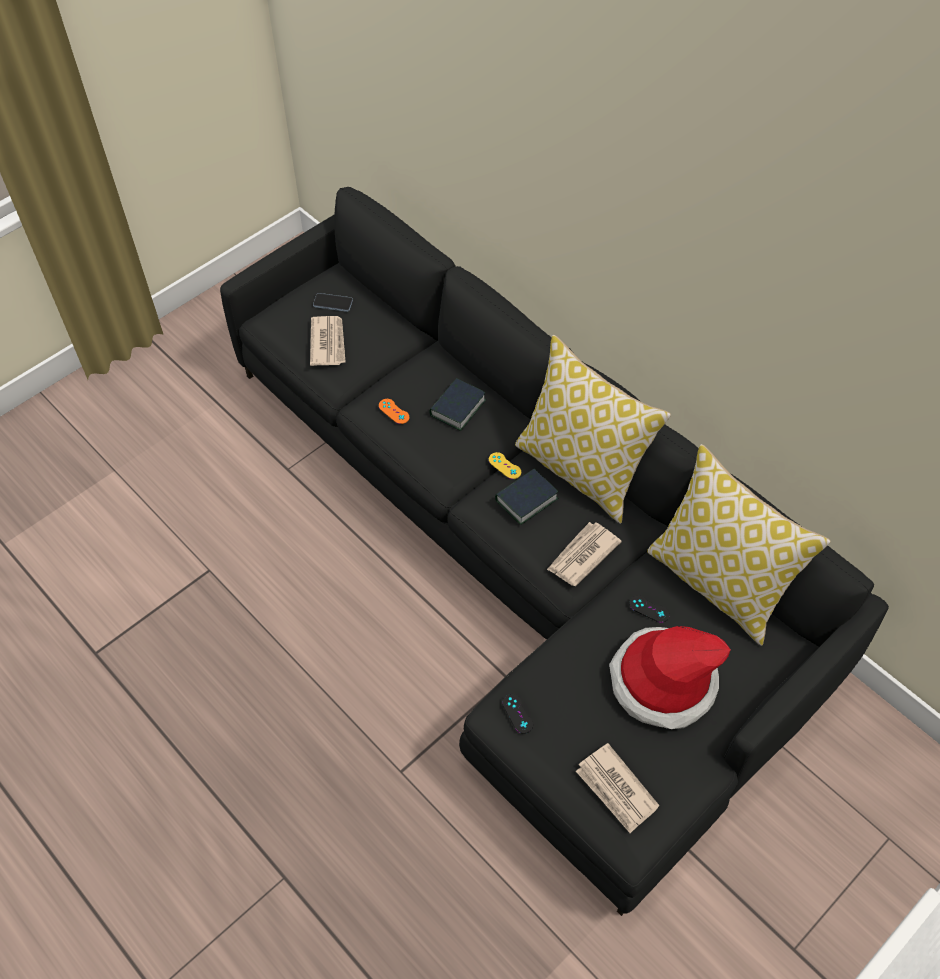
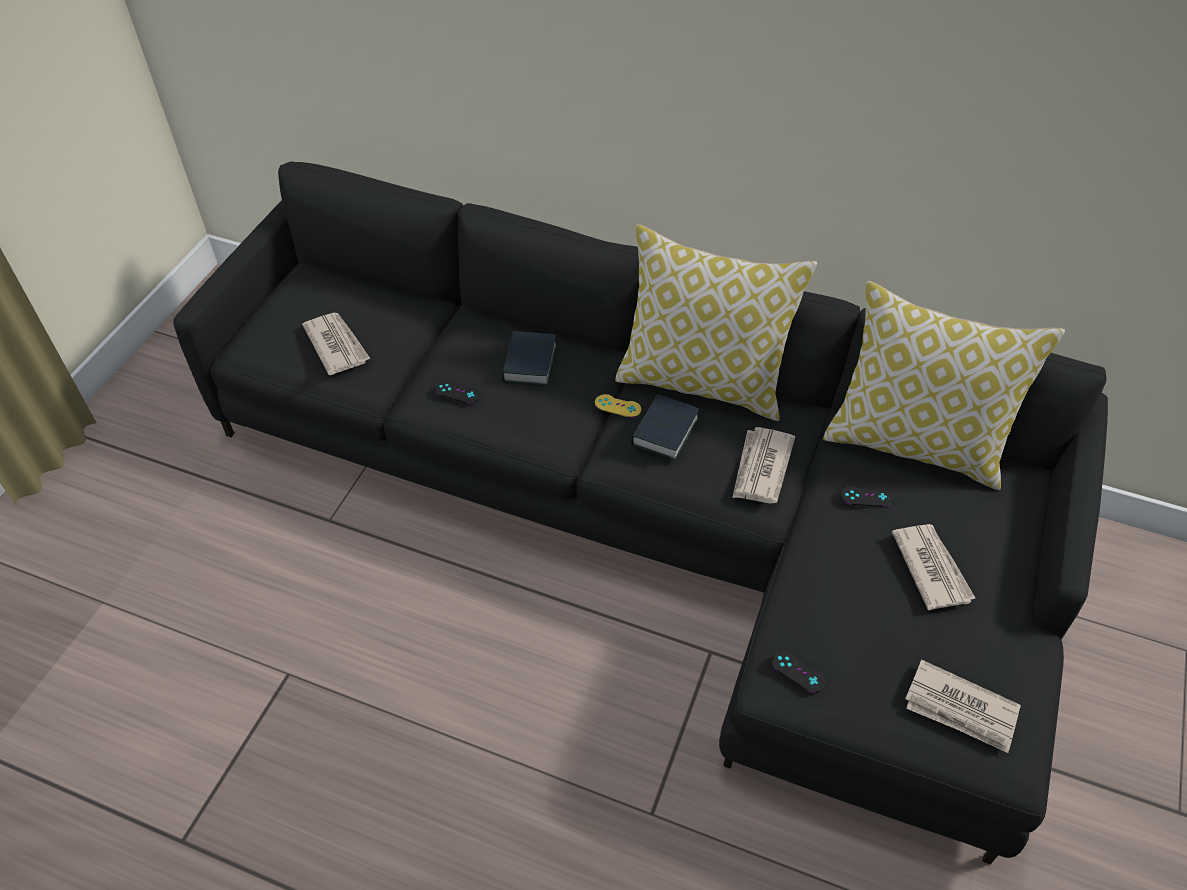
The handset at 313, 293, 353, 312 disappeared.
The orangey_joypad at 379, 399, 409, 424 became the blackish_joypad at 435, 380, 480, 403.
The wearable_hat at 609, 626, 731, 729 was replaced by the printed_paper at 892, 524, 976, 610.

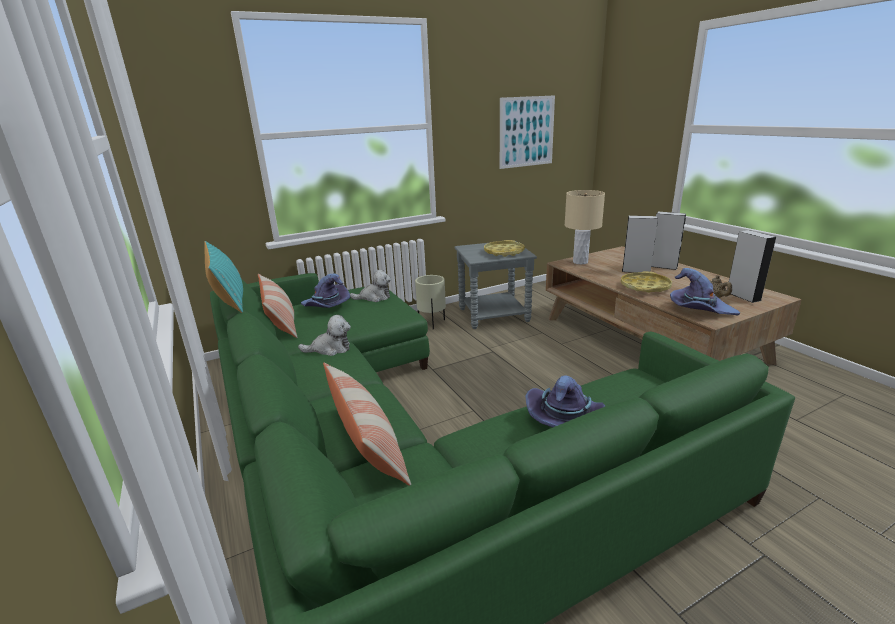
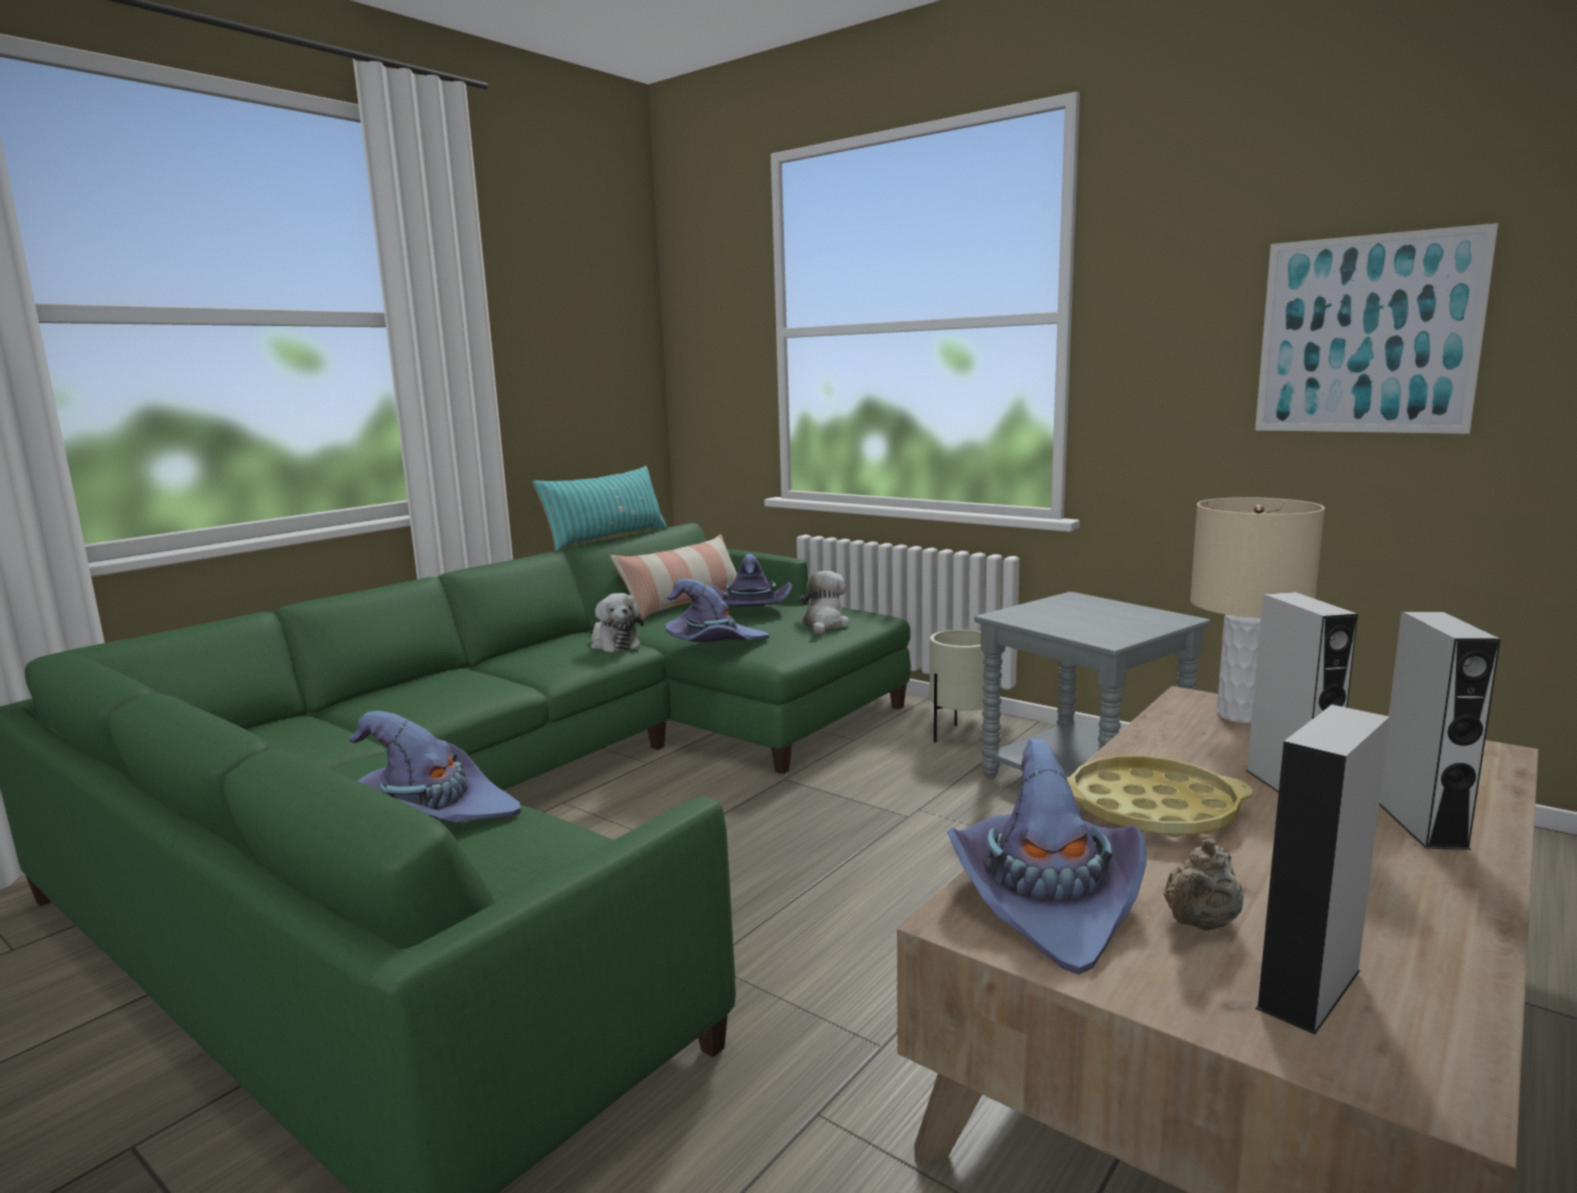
The yellow_tray at 484, 240, 525, 257 disappeared.
The soft_toy at 350, 270, 391, 302 turned 135 degrees counterclockwise.
The pillow at 323, 363, 411, 486 disappeared.
The purplish_wearable_hat at 666, 579, 769, 642 appeared.

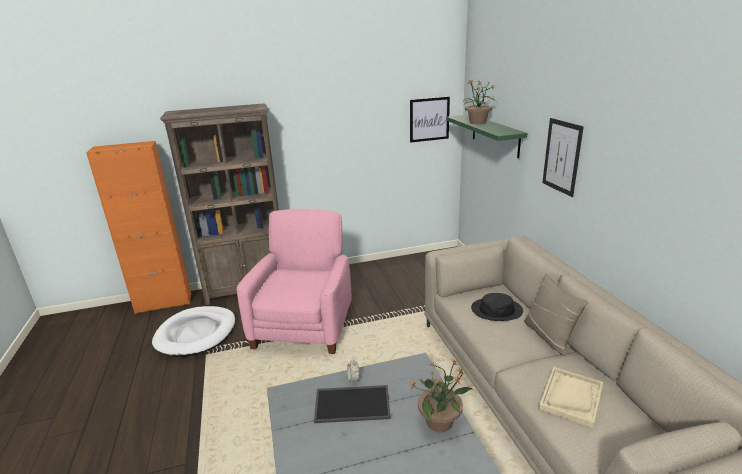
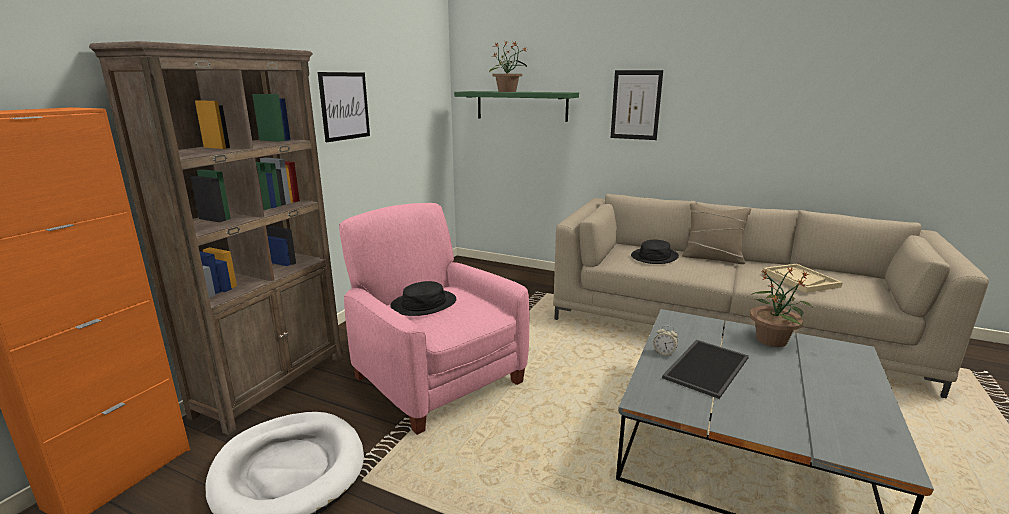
The picture moved from 410, 97, 450, 143 to 318, 72, 370, 142.
The blackish_wearable_hat at 390, 281, 456, 316 appeared.

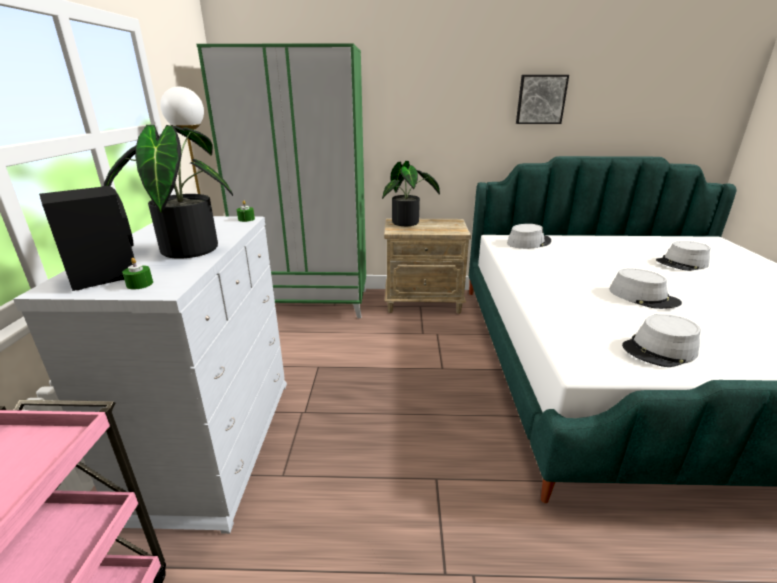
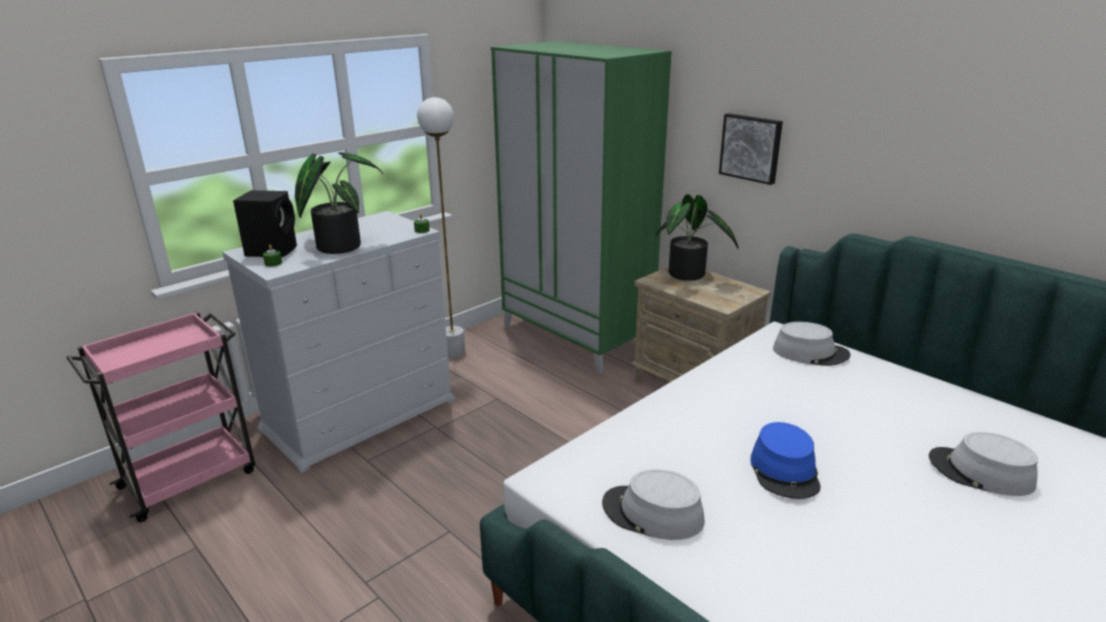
The picture moved from 516, 75, 569, 124 to 719, 113, 783, 185.
The grey_wearable_hat at 609, 268, 682, 309 became the bluish_wearable_hat at 750, 422, 821, 499.

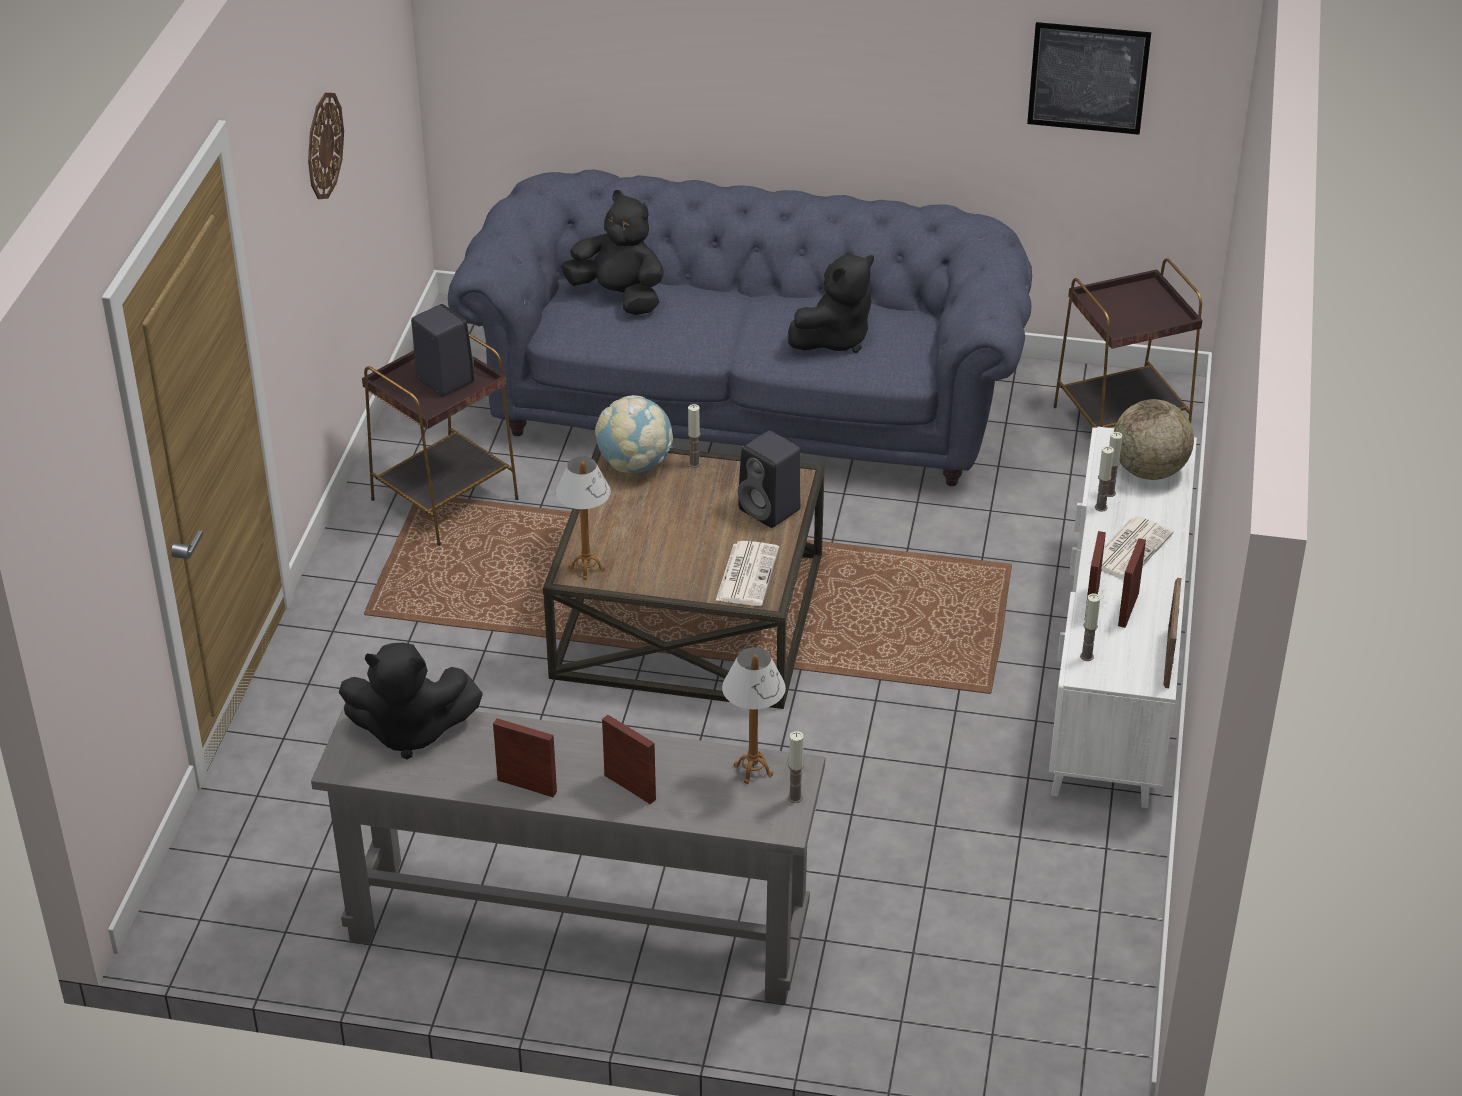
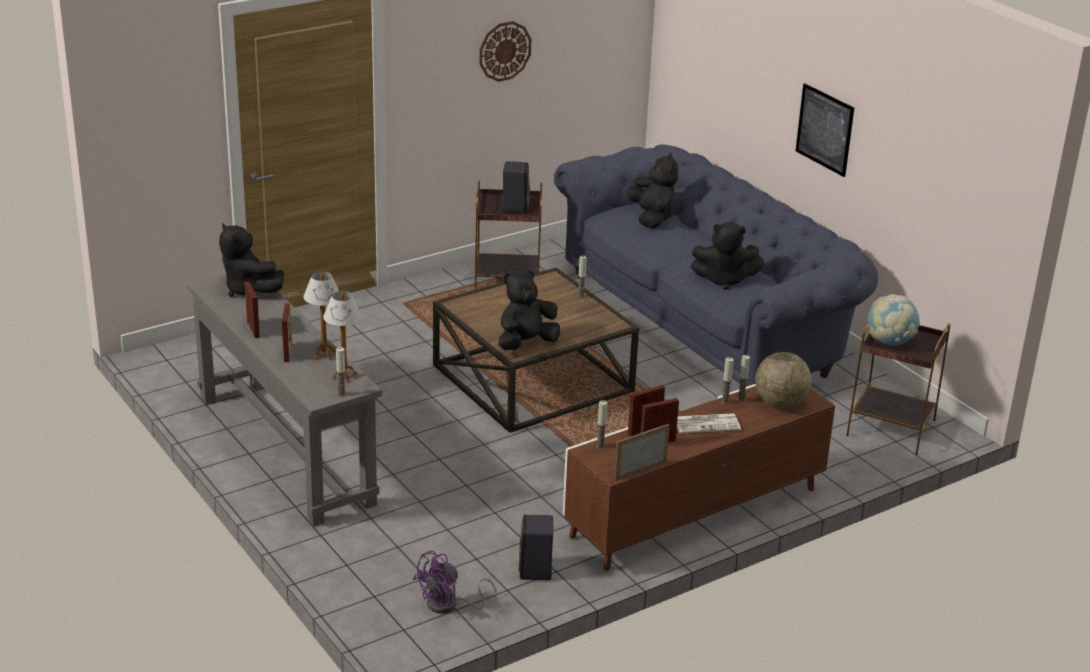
The picture moved from 1027, 22, 1151, 135 to 796, 83, 854, 177.
The globe moved from 595, 395, 673, 473 to 868, 294, 920, 346.
The white_tv_unit at 1049, 427, 1197, 808 became the brownish_tv_unit at 563, 384, 835, 571.
The blackish_loudspeaker moved from 738, 431, 800, 528 to 519, 515, 553, 580.
The tabletop_lamp moved from 556, 456, 611, 580 to 303, 271, 339, 360.
The printed_paper at 716, 541, 779, 606 was replaced by the blackish_soft_toy at 498, 270, 560, 350.
The purplish_cooling_fan at 413, 551, 497, 614 appeared.

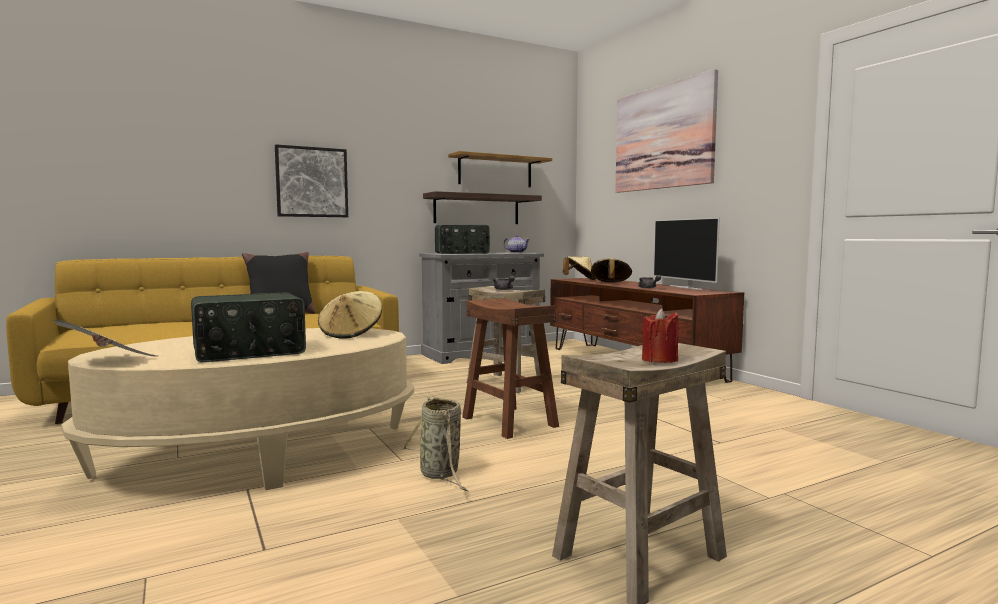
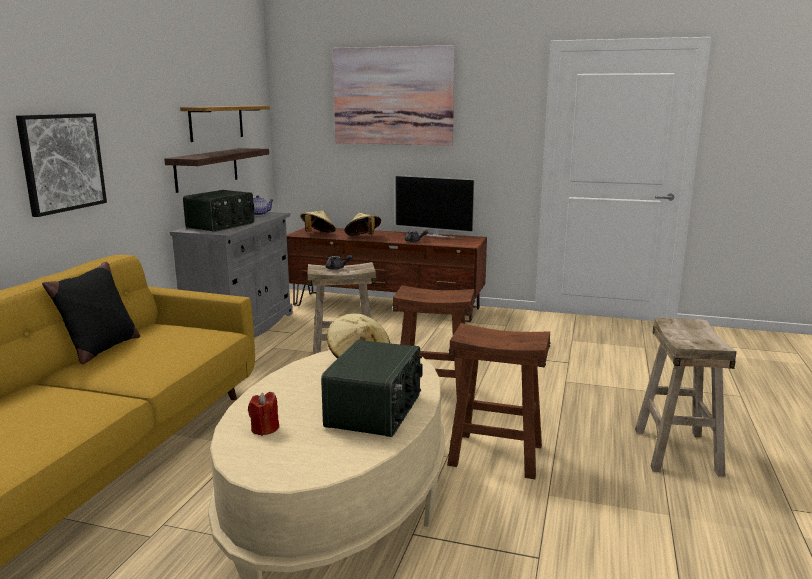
The red_candle moved from 642, 309, 679, 363 to 248, 392, 279, 436.
The printed_paper at 51, 319, 158, 356 disappeared.
The household_basket at 401, 396, 469, 492 was replaced by the brownish_stool at 447, 323, 551, 479.

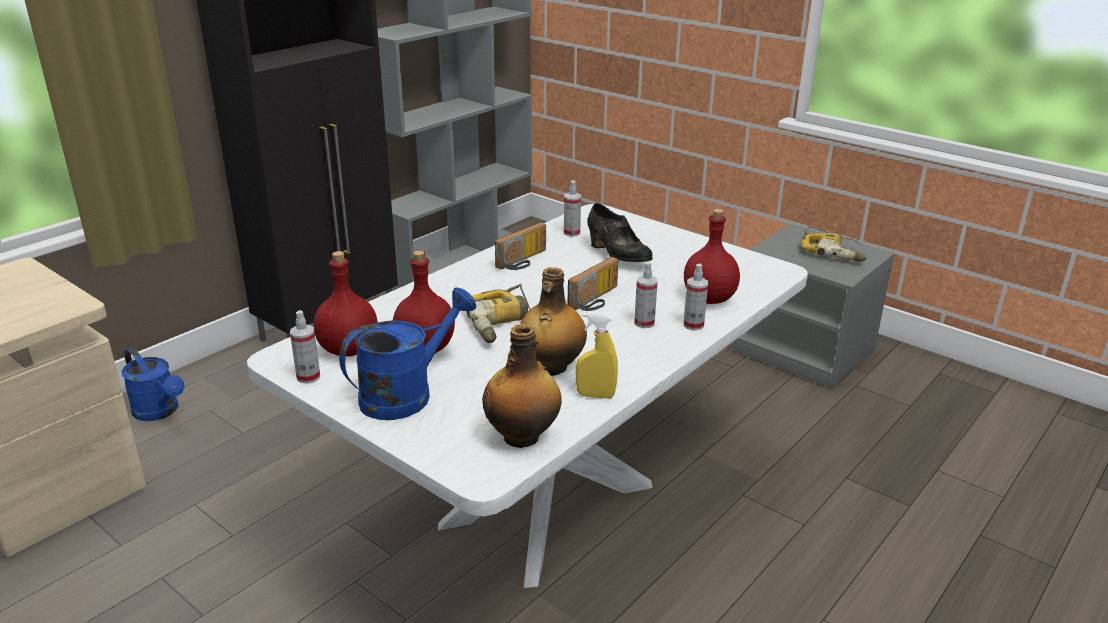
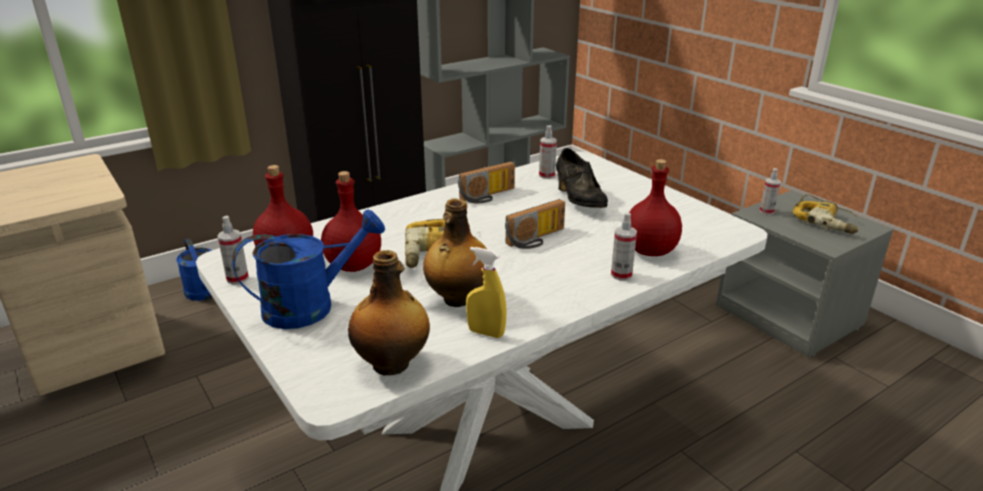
The sprayer moved from 634, 262, 658, 328 to 760, 168, 781, 215.

